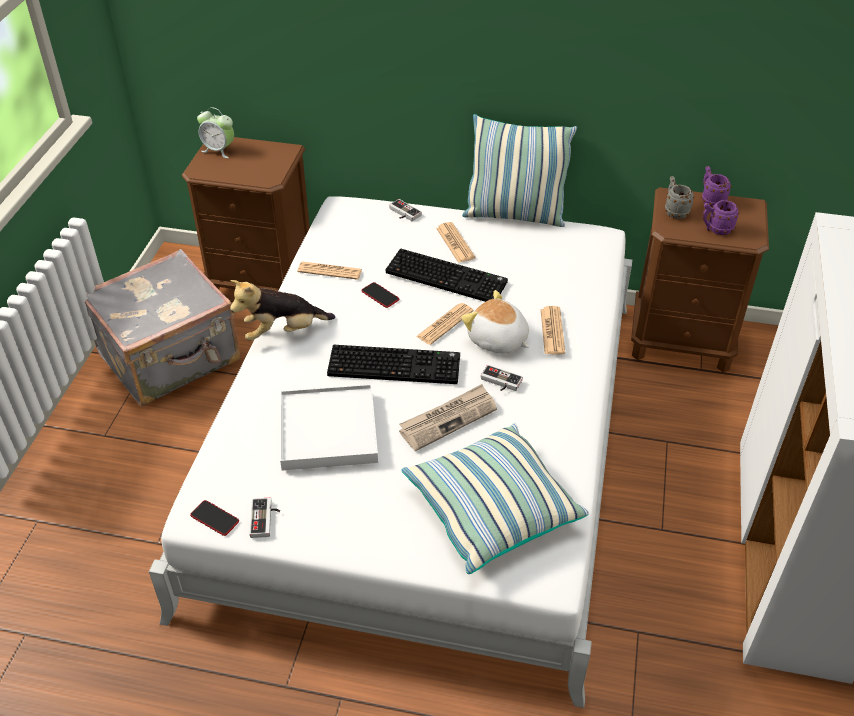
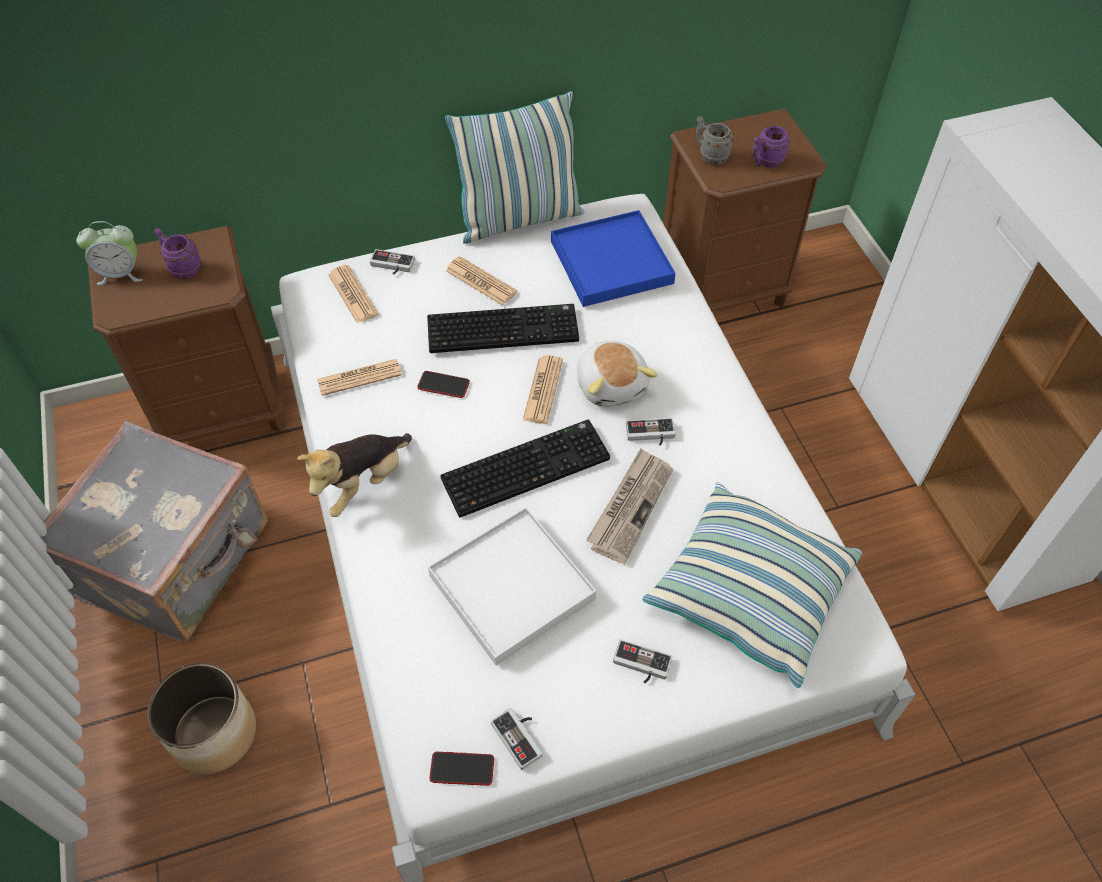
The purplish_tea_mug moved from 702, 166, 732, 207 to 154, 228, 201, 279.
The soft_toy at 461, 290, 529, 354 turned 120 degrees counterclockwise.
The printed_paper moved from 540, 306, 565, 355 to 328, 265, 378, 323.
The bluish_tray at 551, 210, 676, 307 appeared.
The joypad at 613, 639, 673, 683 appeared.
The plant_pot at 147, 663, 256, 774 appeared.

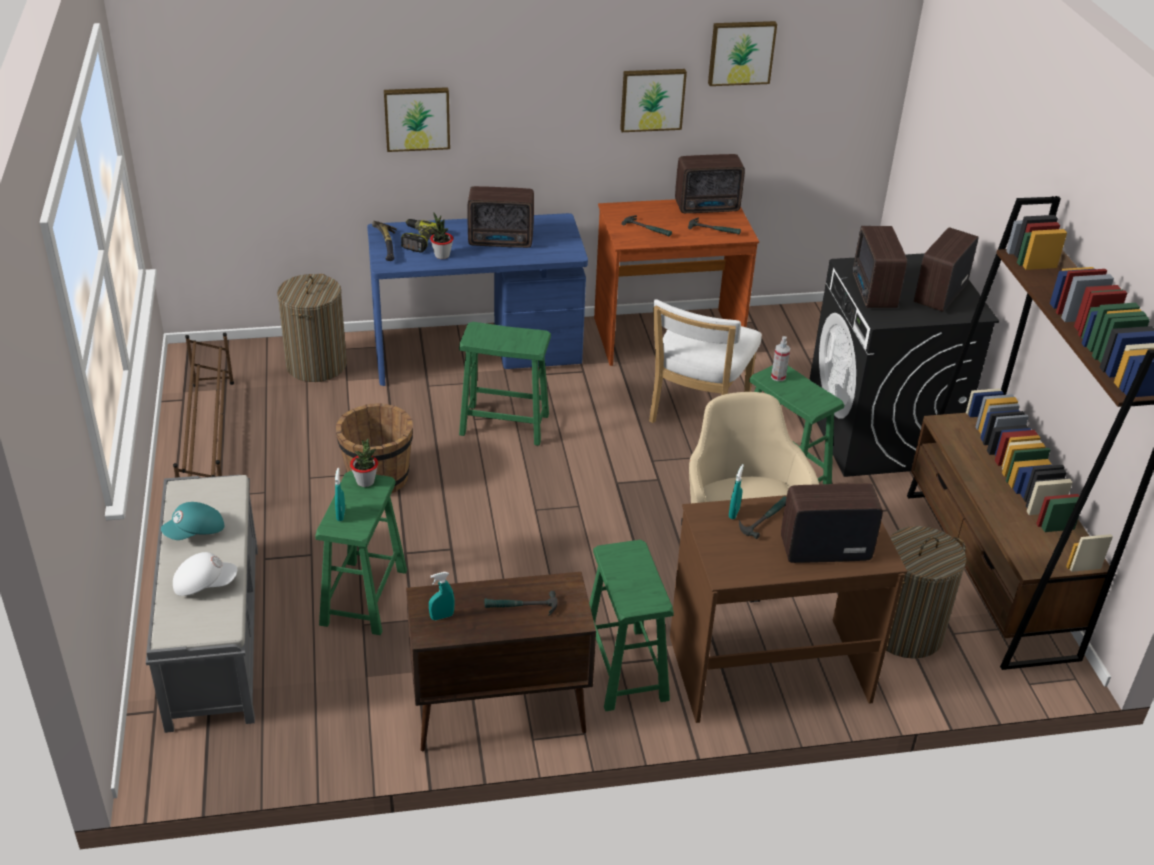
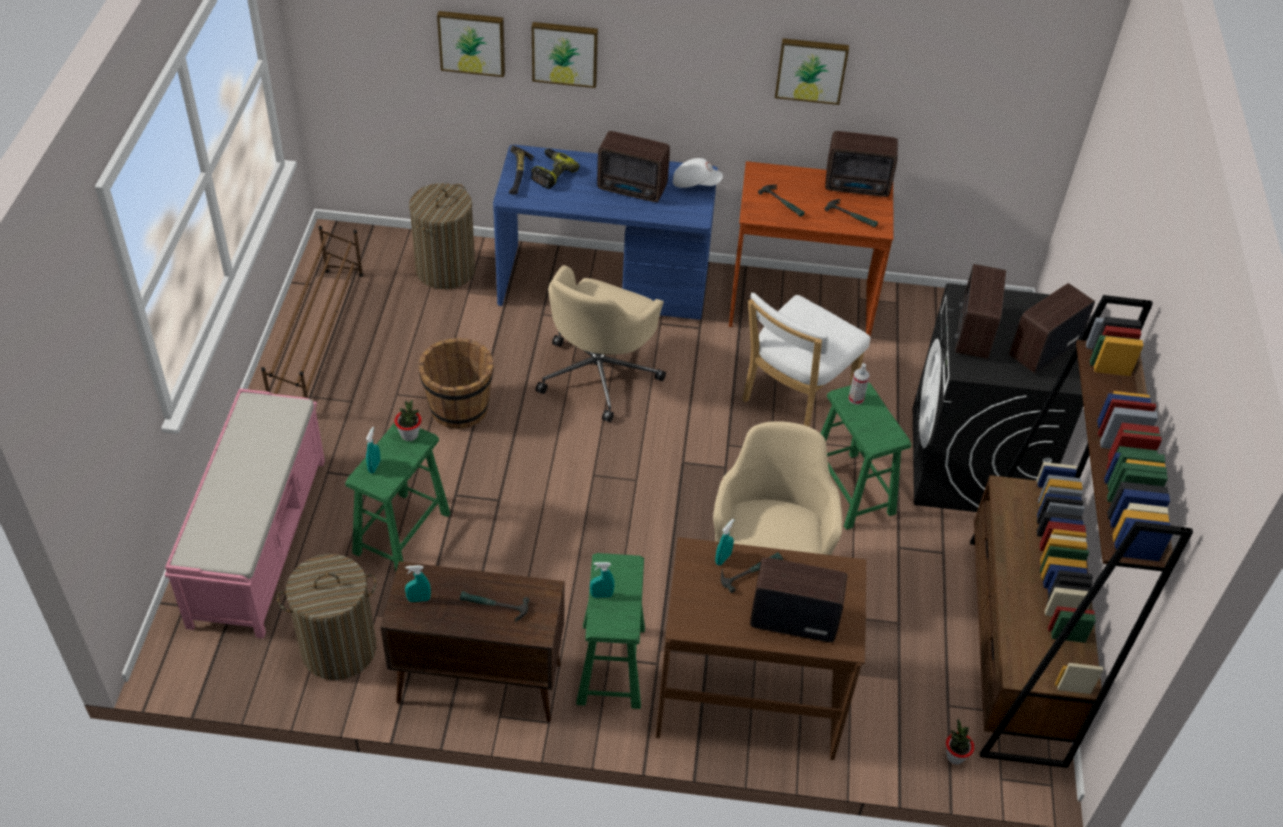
The picture moved from 708, 21, 777, 86 to 437, 11, 505, 77.
The houseplant moved from 430, 213, 453, 259 to 946, 719, 974, 765.
The green-coloured_stool at 459, 322, 551, 446 was replaced by the sand-coloured_office_chair at 536, 265, 666, 422.
The grey_indoor_bench at 146, 475, 258, 733 became the pink-coloured_indoor_bench at 165, 388, 325, 639.
The turquoise_cap at 161, 502, 224, 540 disappeared.
The hamper moved from 886, 526, 966, 659 to 277, 554, 377, 680.
The white_cap moved from 173, 552, 237, 596 to 673, 158, 723, 188.
The turquoise_sprayer at 590, 562, 615, 598 appeared.

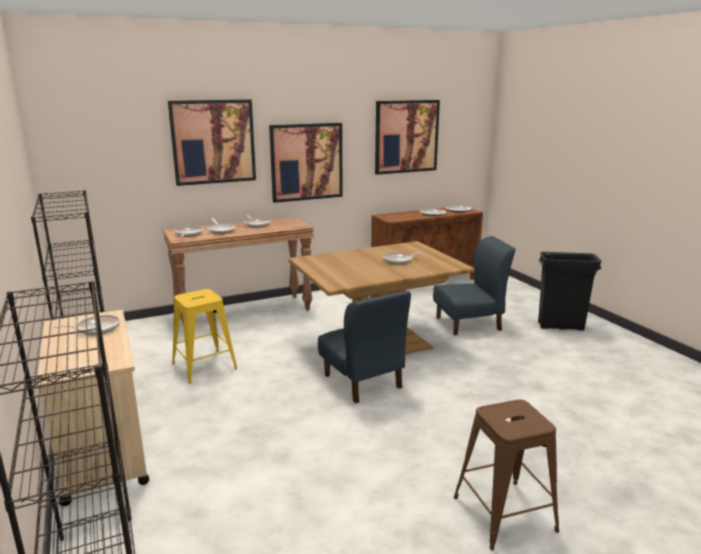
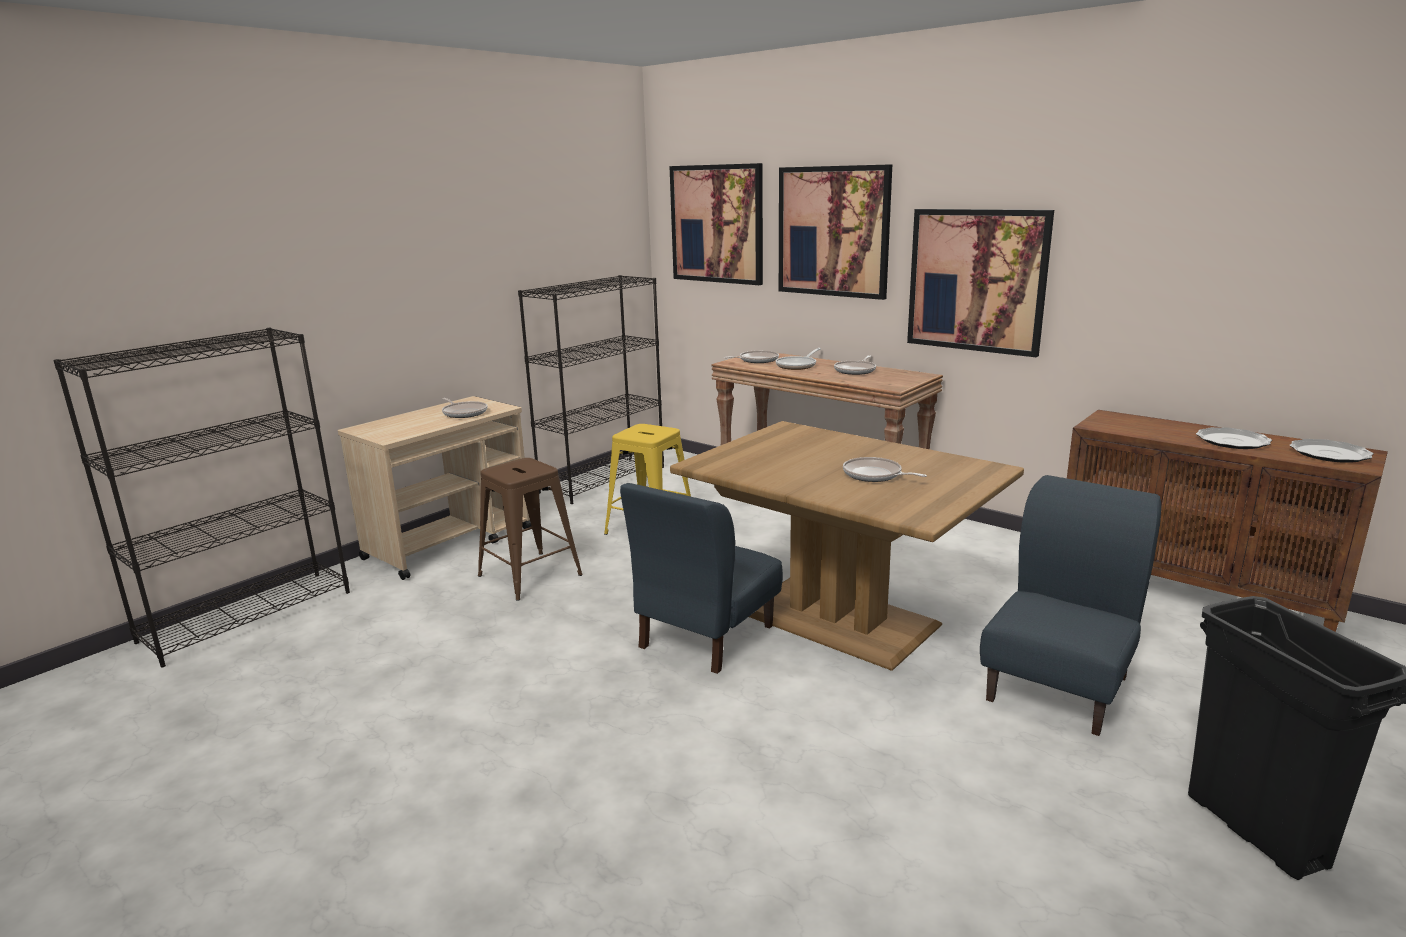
The picture moved from 375, 100, 440, 175 to 669, 163, 763, 285.
The bluish_plain_chair at 433, 236, 515, 335 turned 105 degrees counterclockwise.
The brownish_stool moved from 454, 400, 559, 550 to 478, 458, 583, 601.

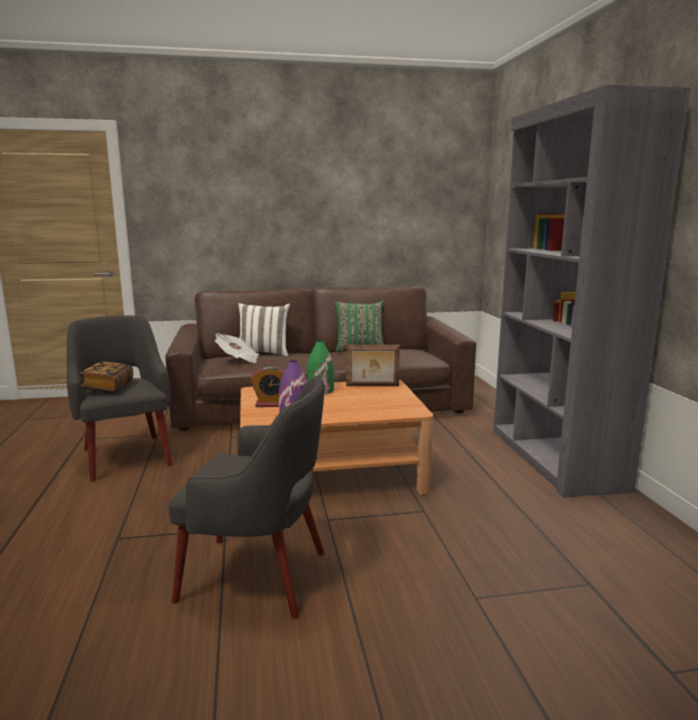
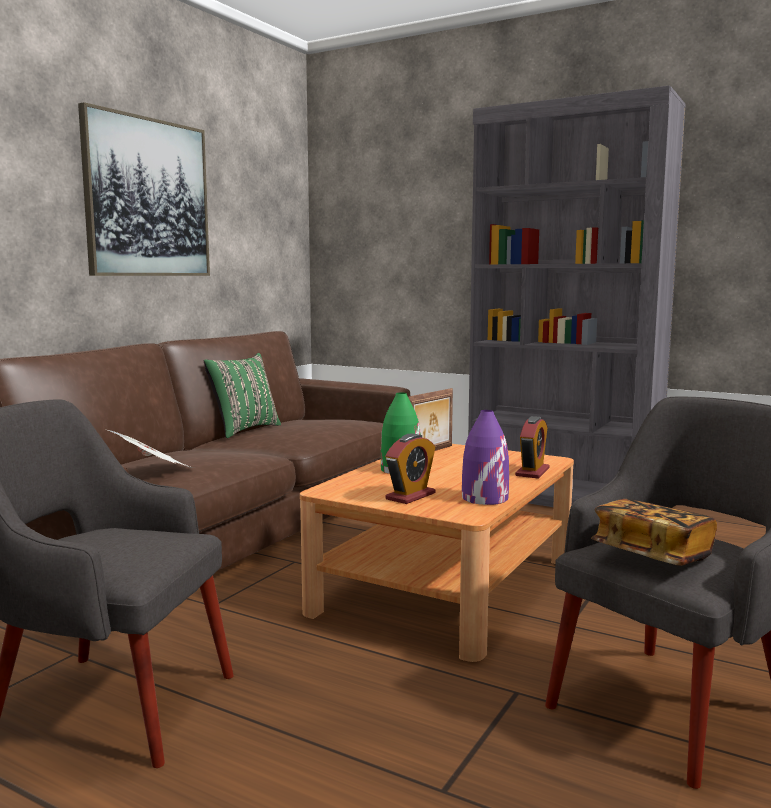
The white_pillow at 238, 303, 290, 356 disappeared.
The book moved from 79, 362, 133, 393 to 591, 499, 717, 566.
The picture at 78, 102, 210, 276 appeared.
The alarm_clock at 515, 416, 550, 479 appeared.

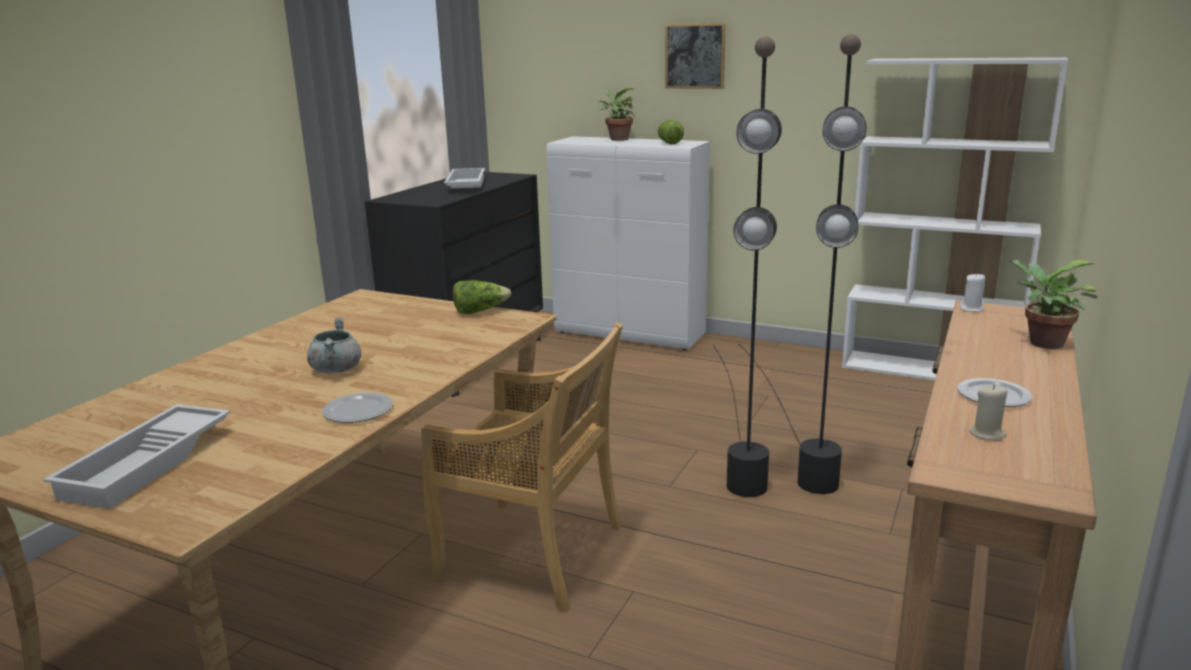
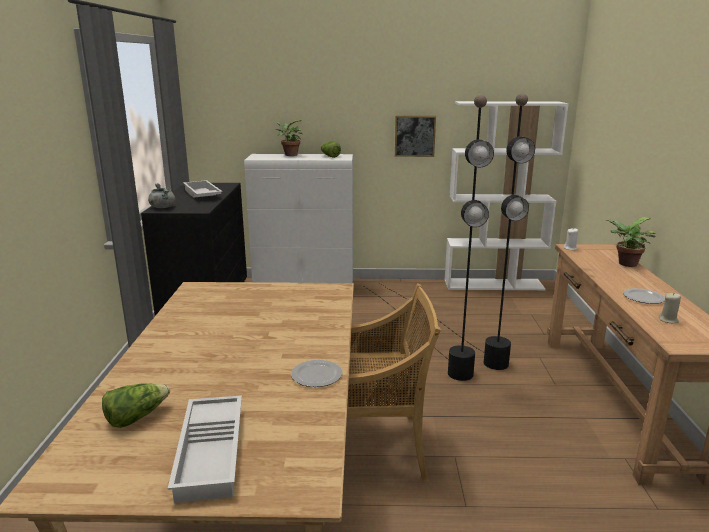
The picture moved from 665, 23, 726, 89 to 395, 116, 436, 157.
The head_of_lettuce moved from 453, 280, 511, 314 to 102, 383, 170, 428.
The grey_cooking_pot moved from 307, 318, 361, 373 to 148, 183, 176, 208.

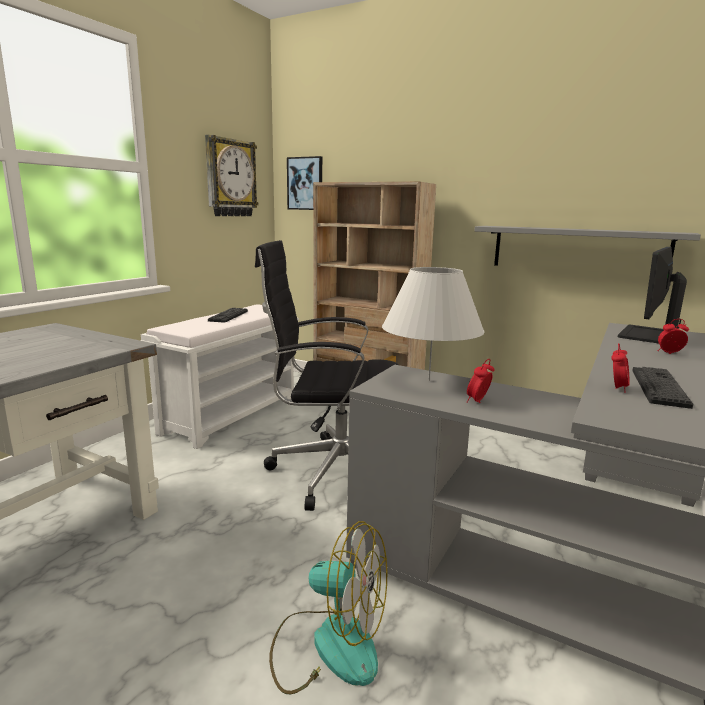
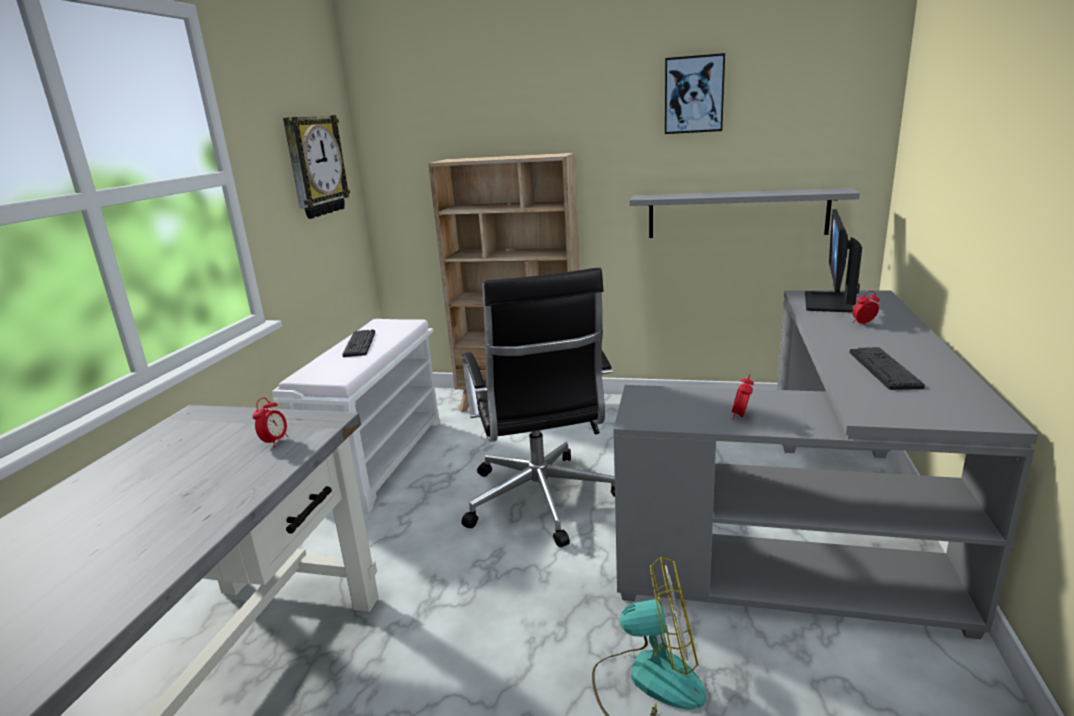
The picture moved from 287, 156, 322, 210 to 665, 53, 725, 134.
The blackish_office_chair at 255, 240, 399, 511 turned 90 degrees counterclockwise.
The white_tabletop_lamp at 382, 267, 484, 381 disappeared.
The alarm_clock moved from 611, 343, 630, 393 to 252, 398, 288, 447.

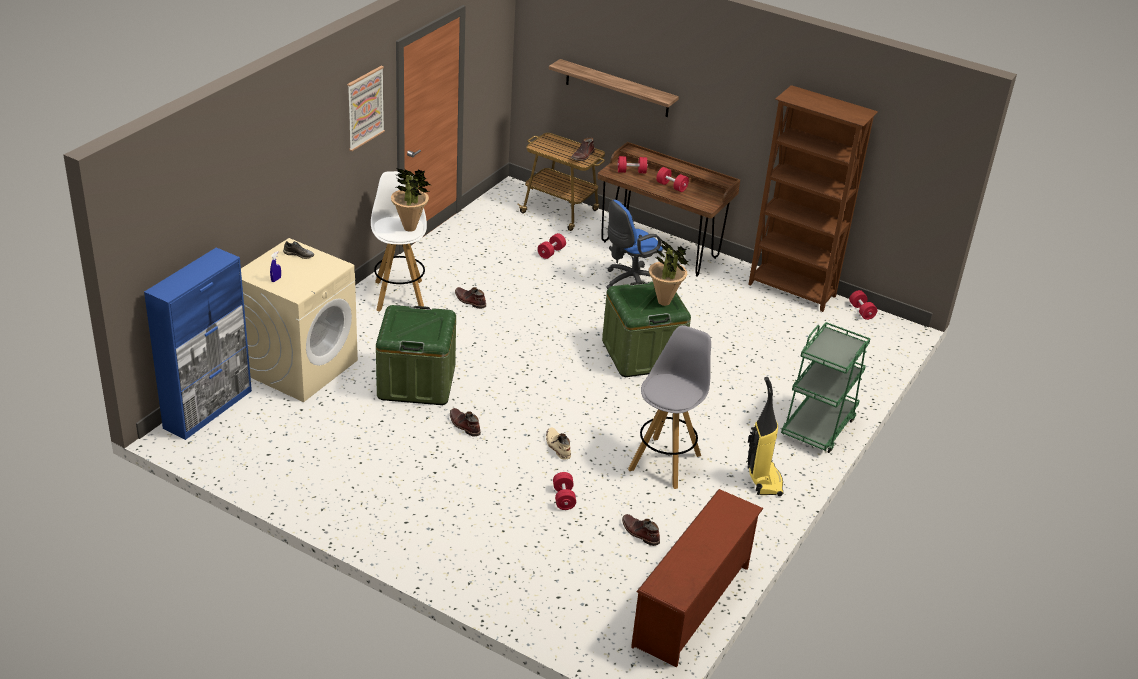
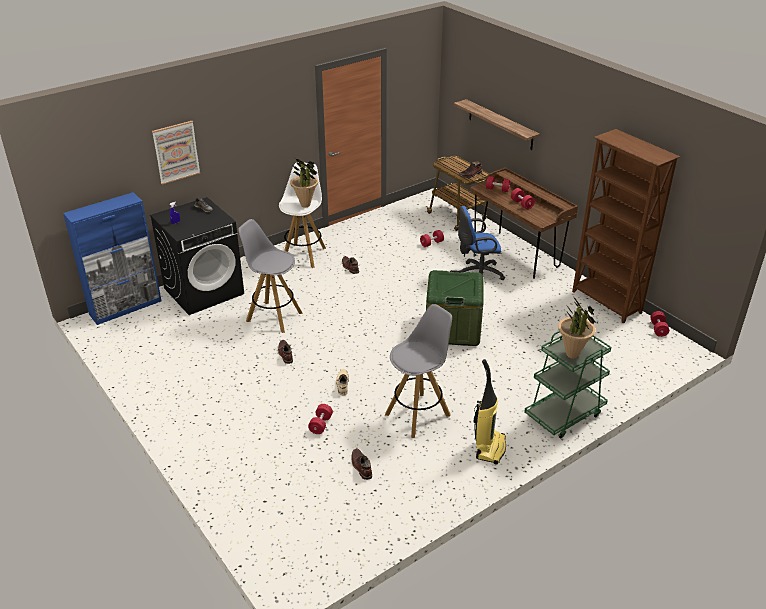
The picture moved from 347, 66, 385, 151 to 152, 121, 200, 185.
The sand-coloured_laundry_appliance at 241, 238, 358, 402 became the blackish_laundry_appliance at 150, 197, 244, 315.
The houseplant moved from 649, 240, 689, 306 to 558, 296, 596, 358.
The green-coloured_storage_box at 376, 305, 456, 405 was replaced by the grey_stool at 238, 219, 303, 333.
The brownish_shoe_stand at 631, 489, 763, 667 disappeared.

